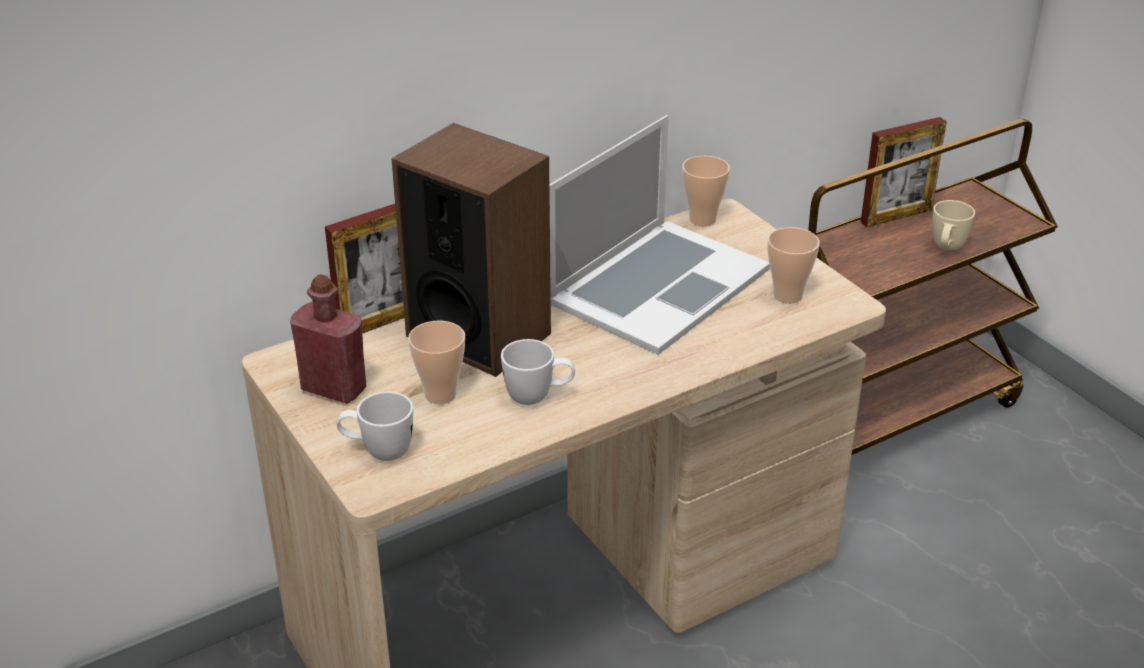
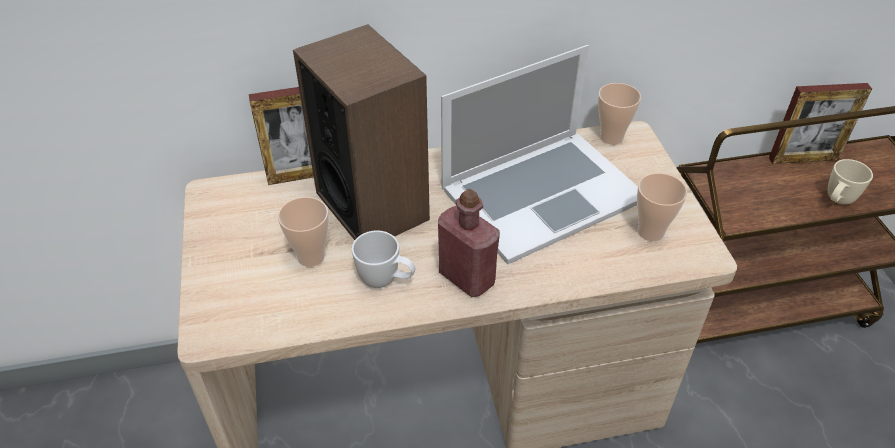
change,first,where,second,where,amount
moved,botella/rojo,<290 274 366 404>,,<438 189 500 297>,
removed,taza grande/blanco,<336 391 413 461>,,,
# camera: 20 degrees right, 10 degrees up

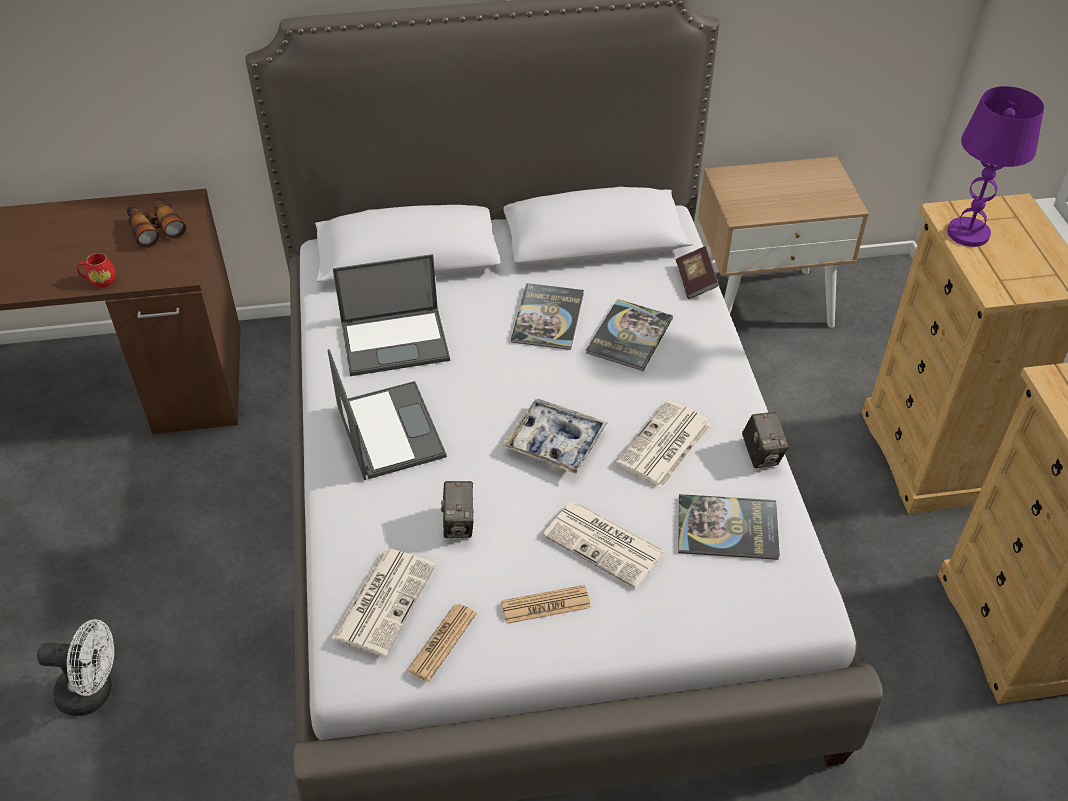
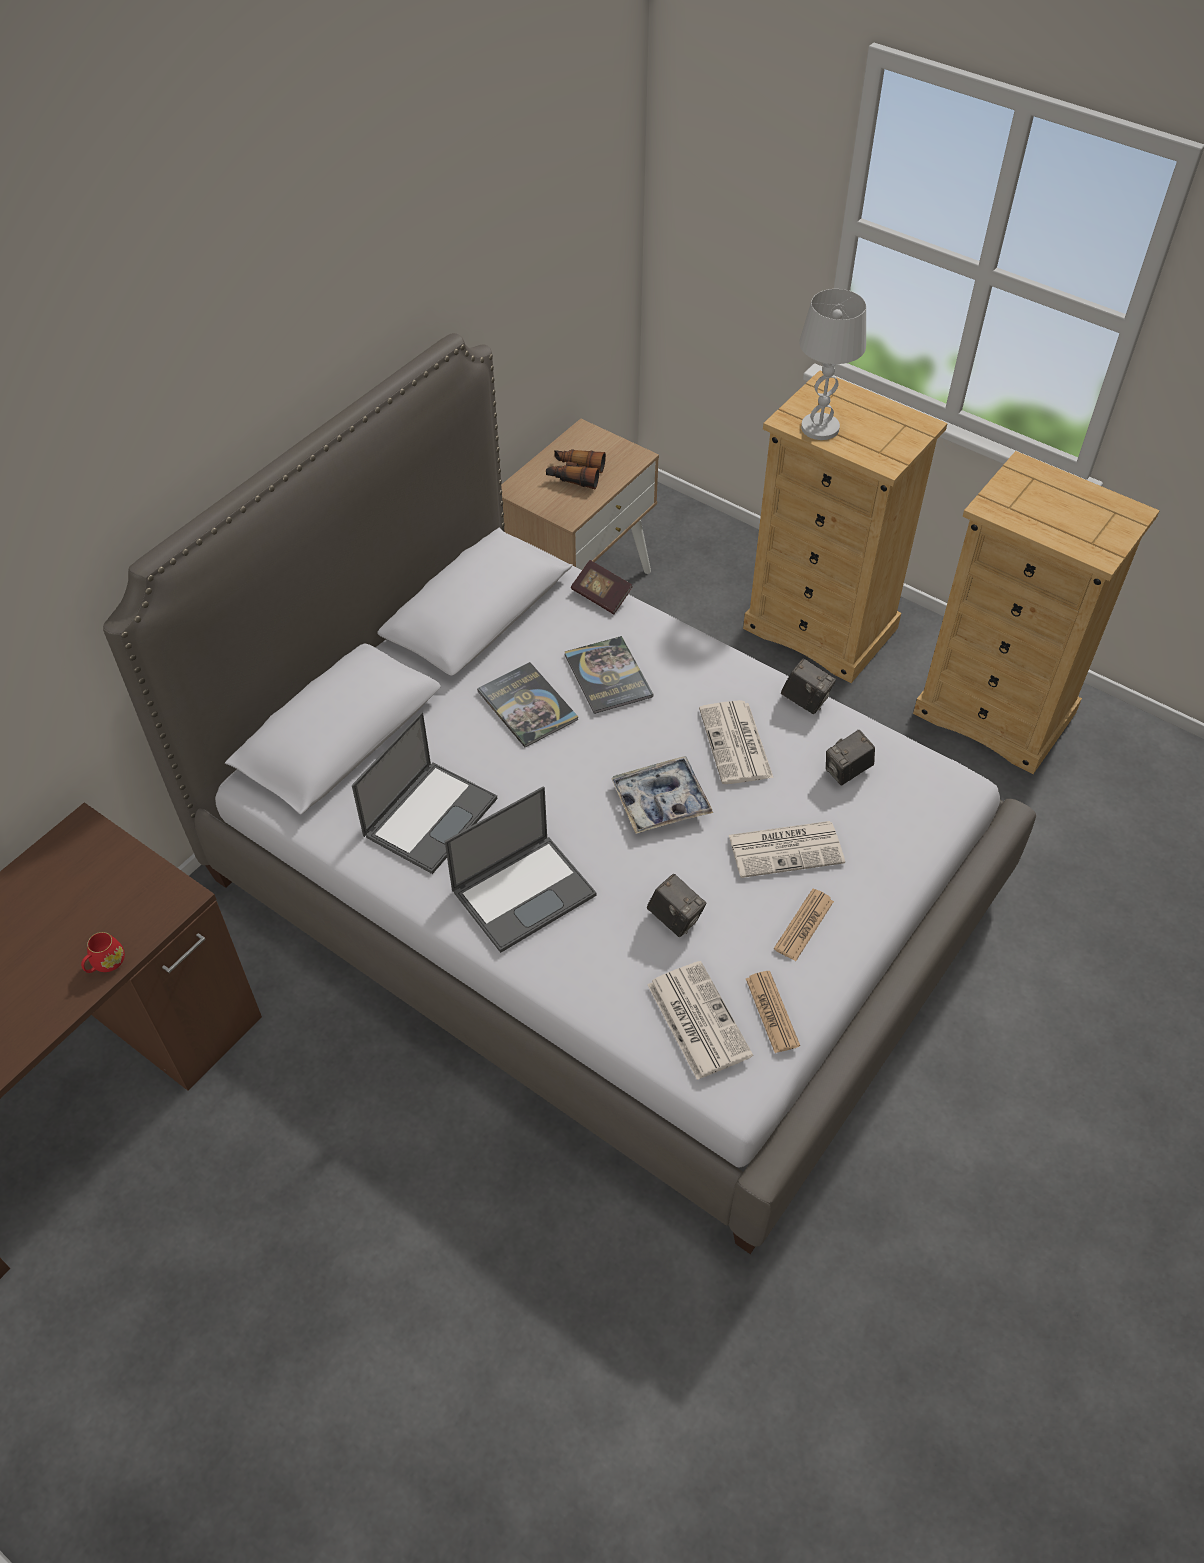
change,first,where,second,where,amount
turned,portátil,<328 349 447 480>,,<445 786 597 953>,120 degrees clockwise
moved,prismáticos,<127 197 186 248>,,<546 449 606 489>,
recoloured,lámpara de mesa/morado,<947 86 1044 247>,lámpara de mesa/blanco,<799 289 866 440>,
replaced,libro,<678 494 780 560>,cámara,<826 730 875 785>,
removed,ventilador/blanco,<37 619 114 716>,,,
# camera: 45 degrees left, 5 degrees up

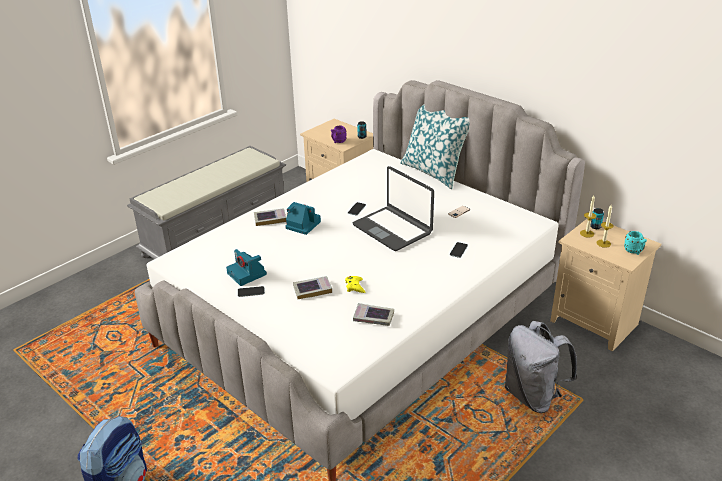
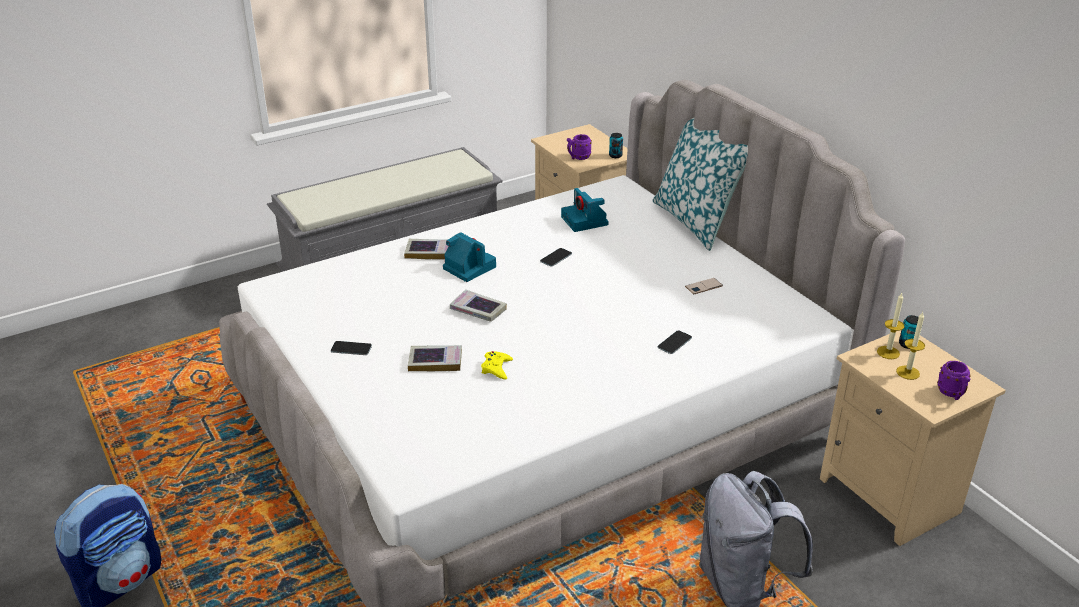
change,first,where,second,where,amount
moved,libro,<353 303 394 326>,,<450 289 507 322>,
moved,cámara,<226 249 267 286>,,<561 188 609 232>,
recoloured,taza grande/turquesa,<624 231 647 255>,taza grande/morado,<937 361 971 400>,
removed,portátil,<353 166 434 251>,,,
# camera: 15 degrees right, 0 degrees up

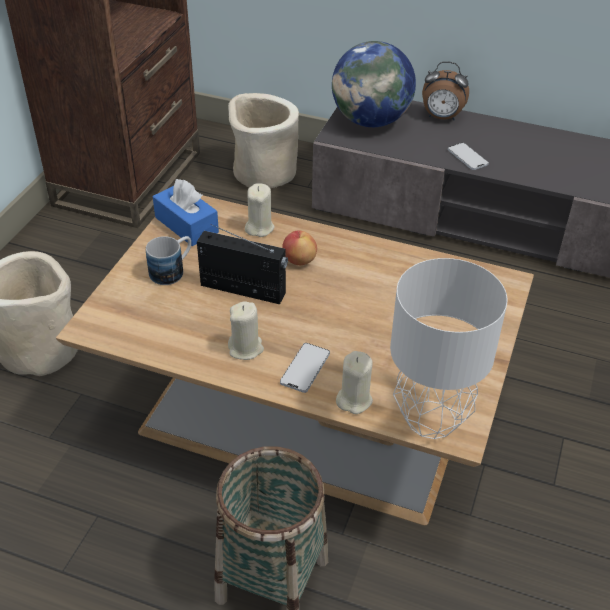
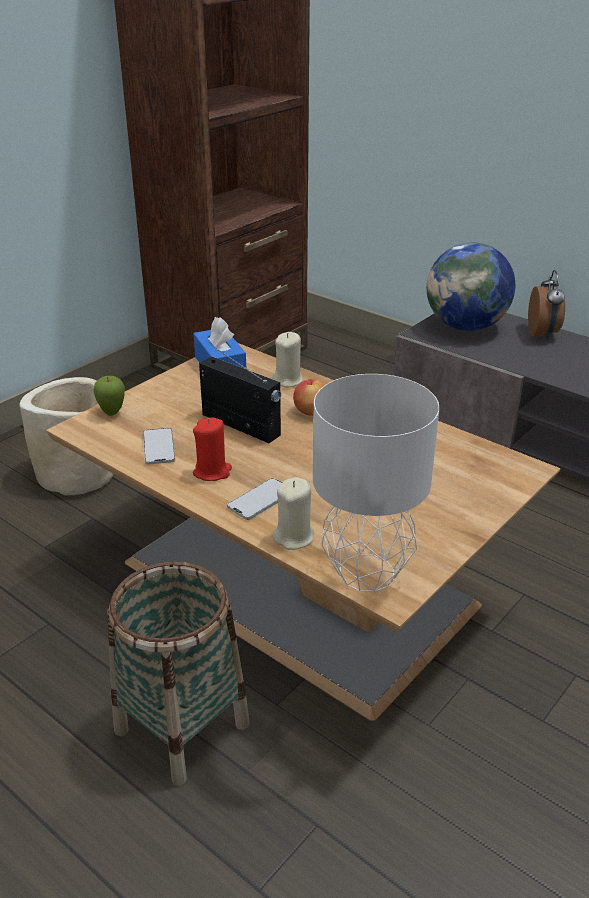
change,first,where,second,where,amount
added,,,manzana,<93 376 125 416>,
moved,móvil,<448 143 489 170>,,<143 428 175 465>,
recoloured,vela/beis,<228 301 264 360>,vela/rojo,<193 418 232 481>,
turned,despertador,<422 61 469 120>,,<528 270 565 340>,120 degrees counterclockwise
removed,taza grande,<146 236 191 285>,,,
removed,maceta/beis,<228 93 299 188>,,,
# camera: 20 degrees right, 10 degrees down

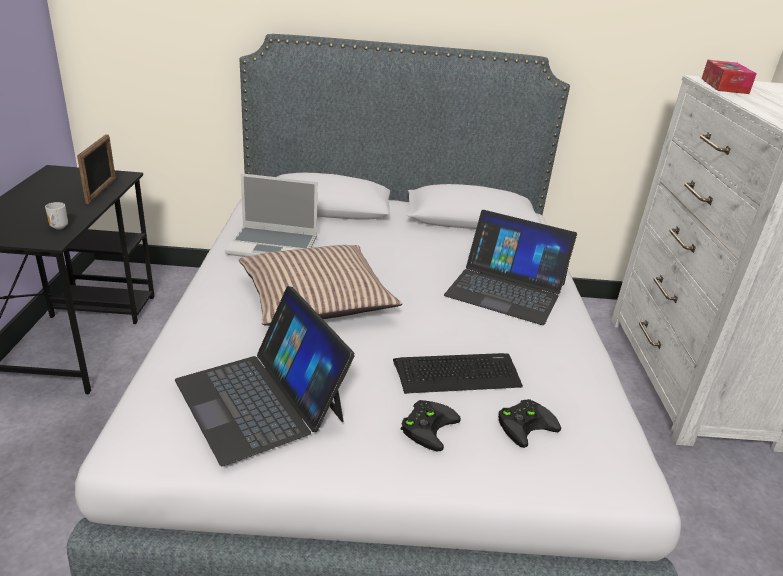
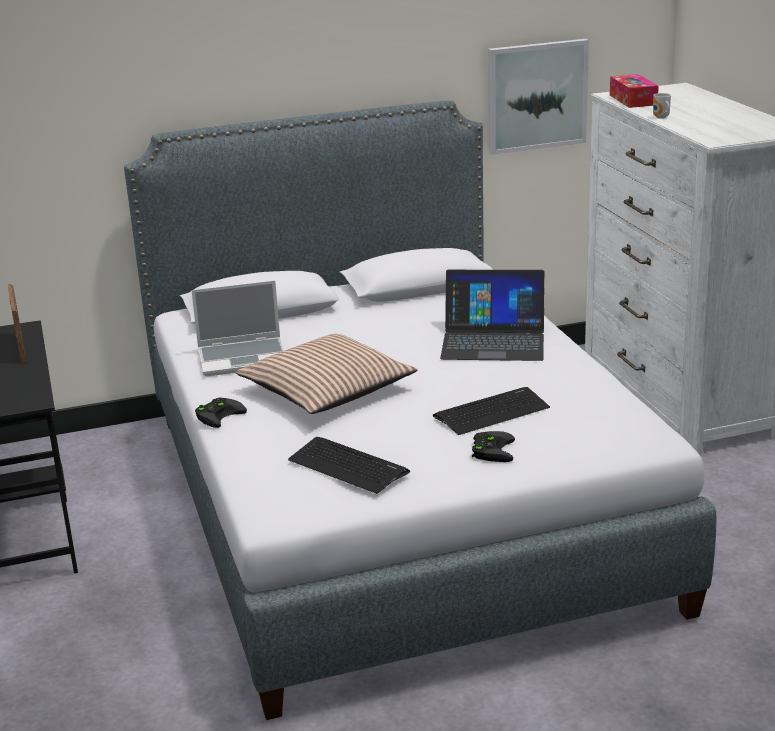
change,first,where,second,where,amount
moved,mando de consola/negro,<498 399 561 448>,,<195 397 247 428>,
replaced,portátil,<175 286 355 466>,teclado,<288 437 410 494>,
added,,,cuadro,<488 39 589 155>,
moved,taza grande,<45 202 68 229>,,<653 93 671 119>,
# camera: 15 degrees left, 5 degrees down

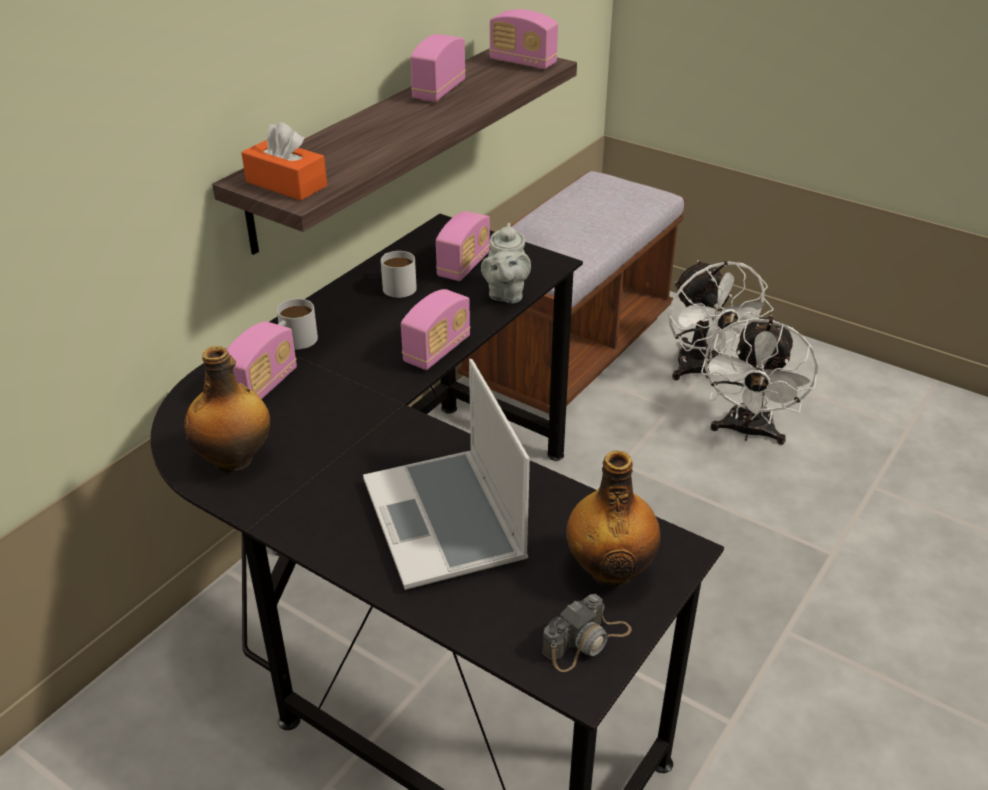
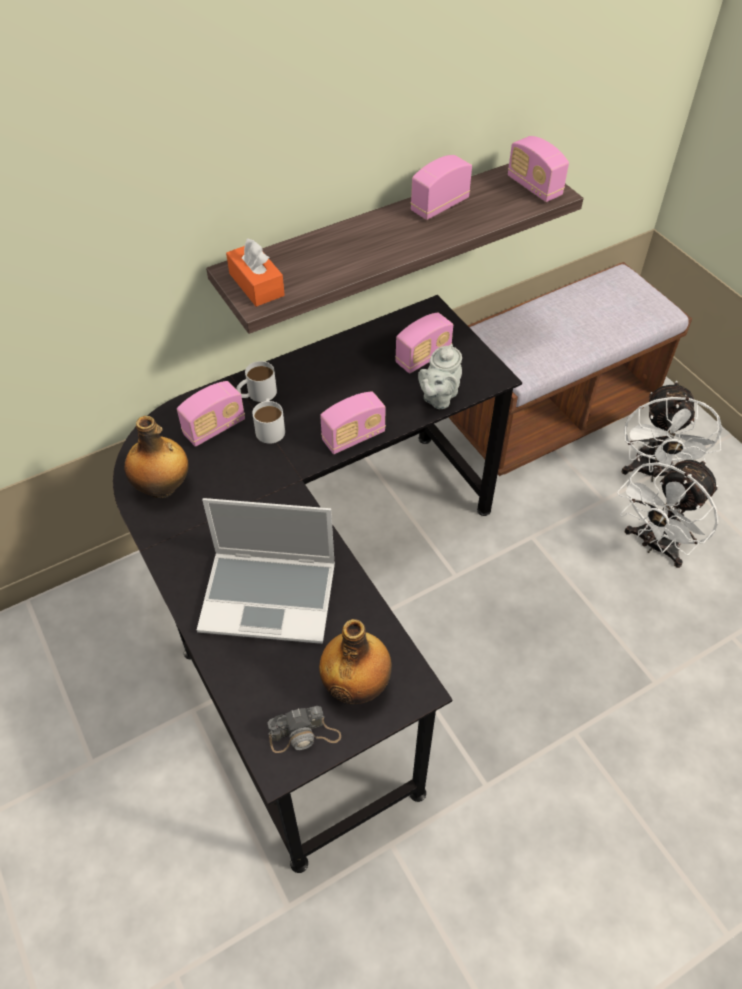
change,first,where,second,where,amount
turned,portátil,<363 359 530 590>,,<197 498 335 644>,90 degrees counterclockwise
moved,taza grande/blanco,<381 251 417 298>,,<252 398 285 444>,
# camera: 25 degrees right, 15 degrees up

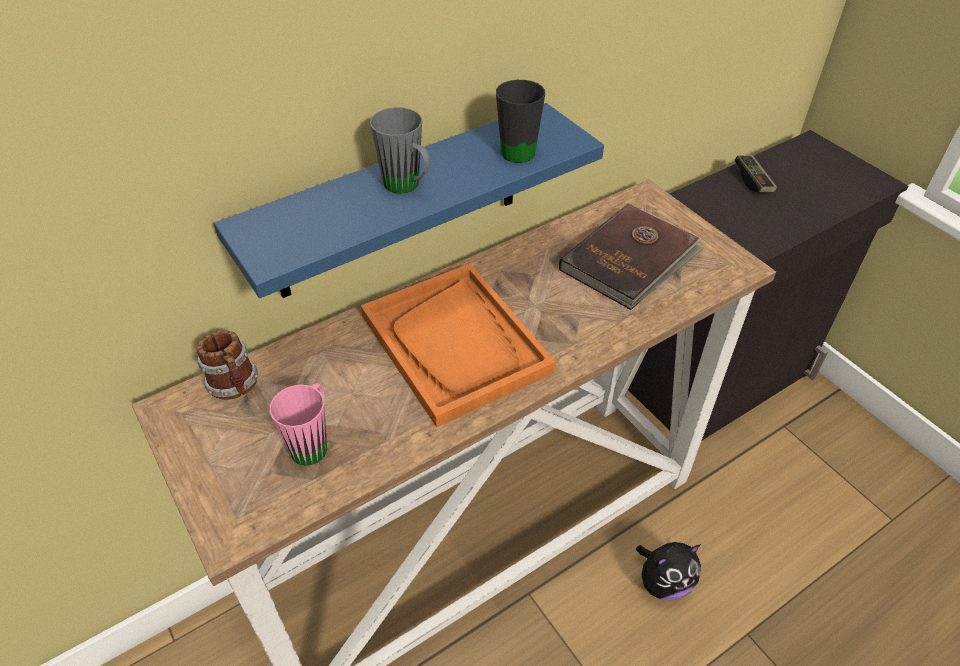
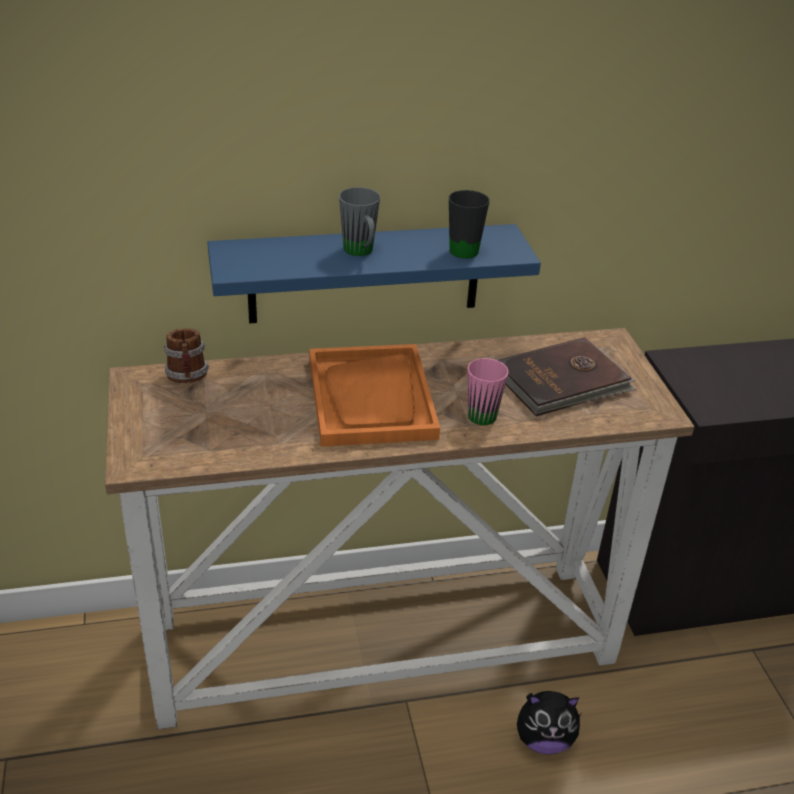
change,first,where,second,where,amount
moved,taza grande/rosa,<270 383 327 466>,,<468 358 509 425>,
removed,mando de consola,<734 155 777 192>,,,
# camera: 20 degrees right, 10 degrees down

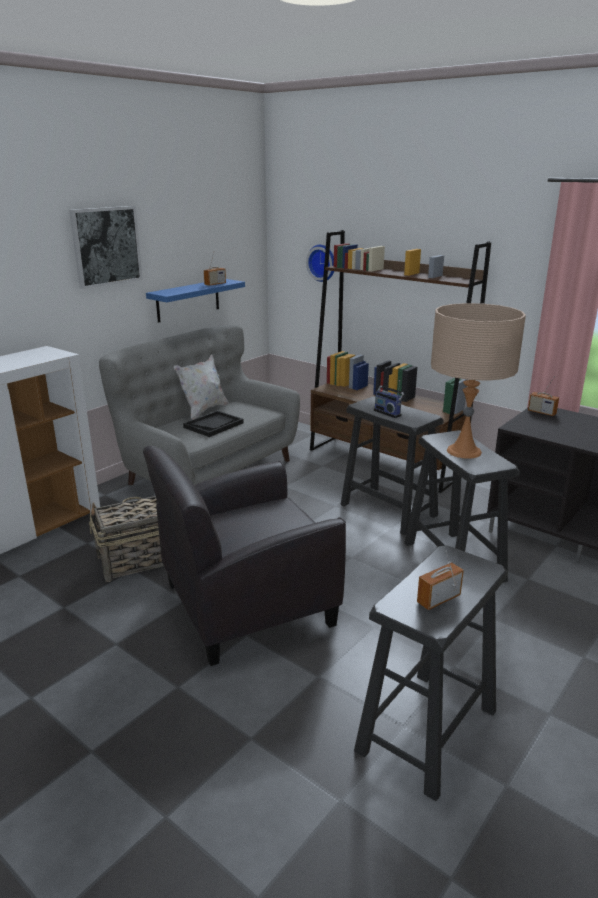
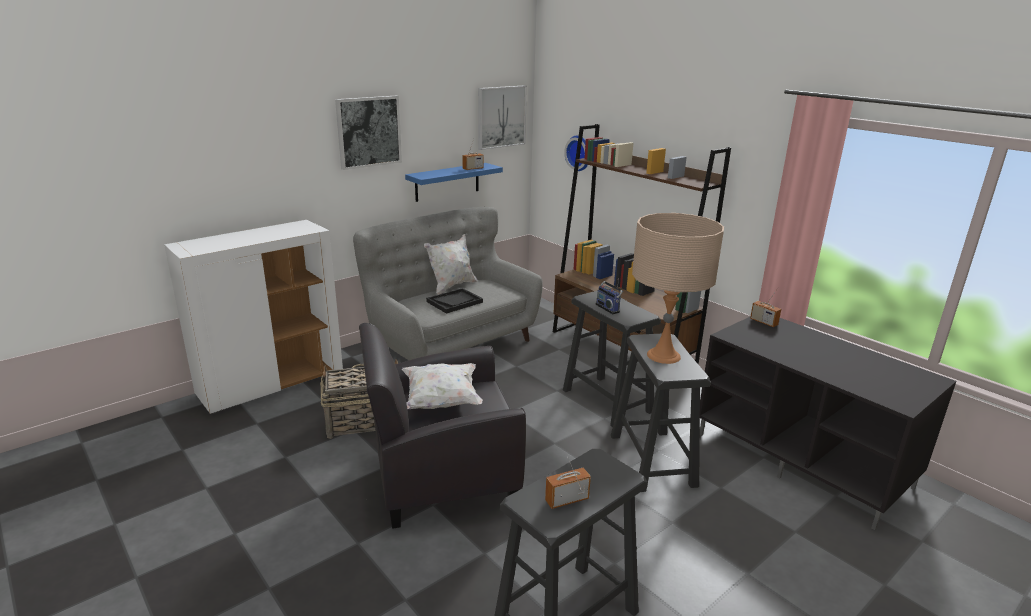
change,first,where,second,where,amount
added,,,cojín/blanco,<402 363 483 409>,
added,,,cuadro,<478 86 527 150>,
# camera: 10 degrees right, 0 degrees up

